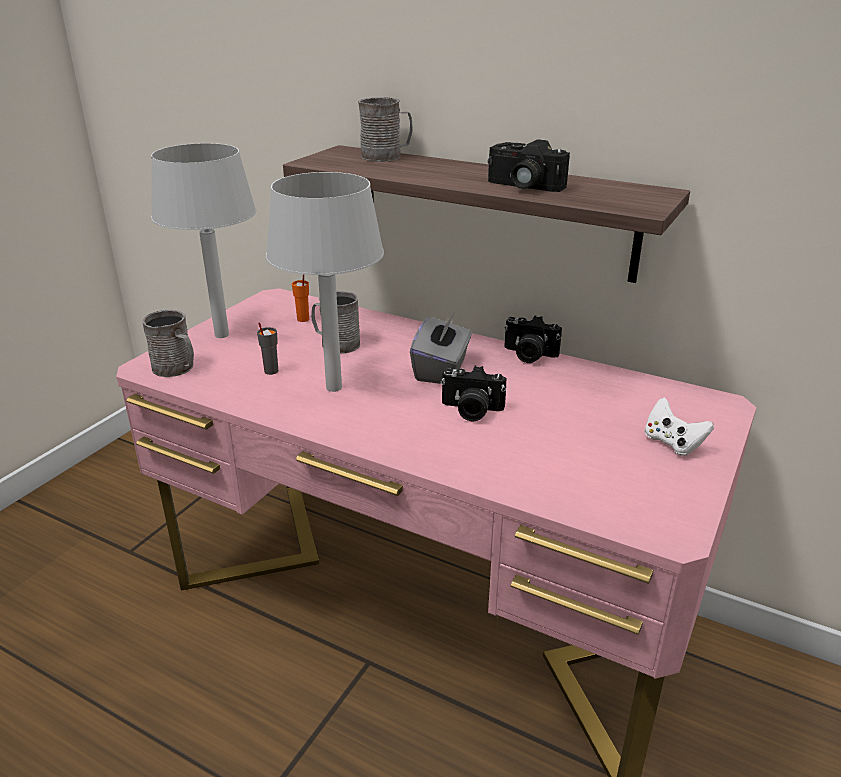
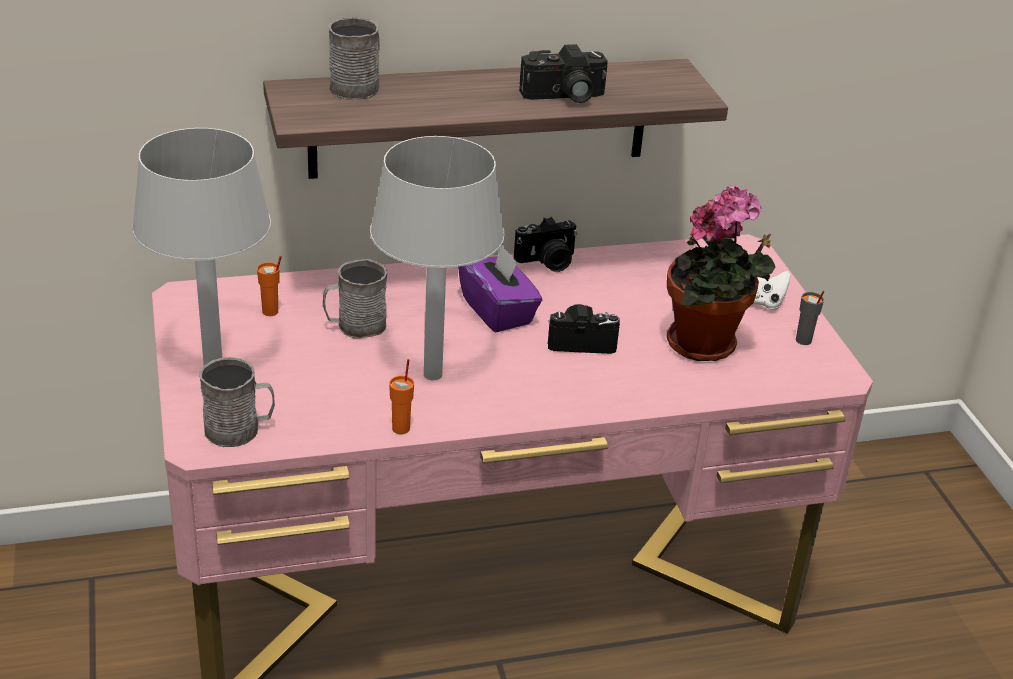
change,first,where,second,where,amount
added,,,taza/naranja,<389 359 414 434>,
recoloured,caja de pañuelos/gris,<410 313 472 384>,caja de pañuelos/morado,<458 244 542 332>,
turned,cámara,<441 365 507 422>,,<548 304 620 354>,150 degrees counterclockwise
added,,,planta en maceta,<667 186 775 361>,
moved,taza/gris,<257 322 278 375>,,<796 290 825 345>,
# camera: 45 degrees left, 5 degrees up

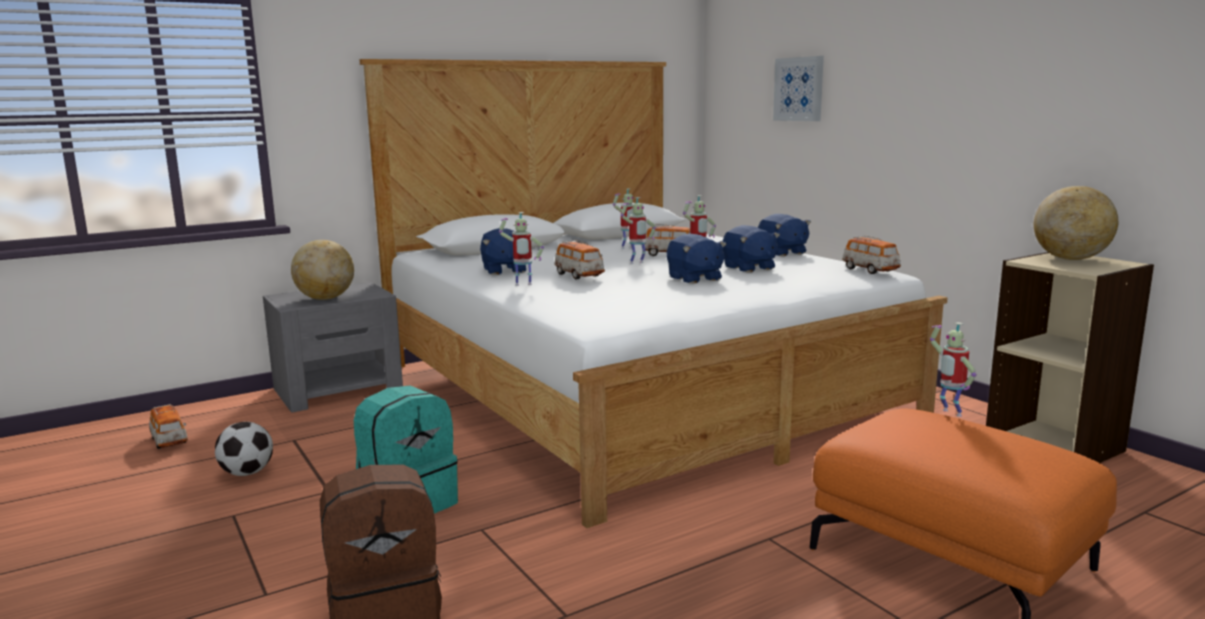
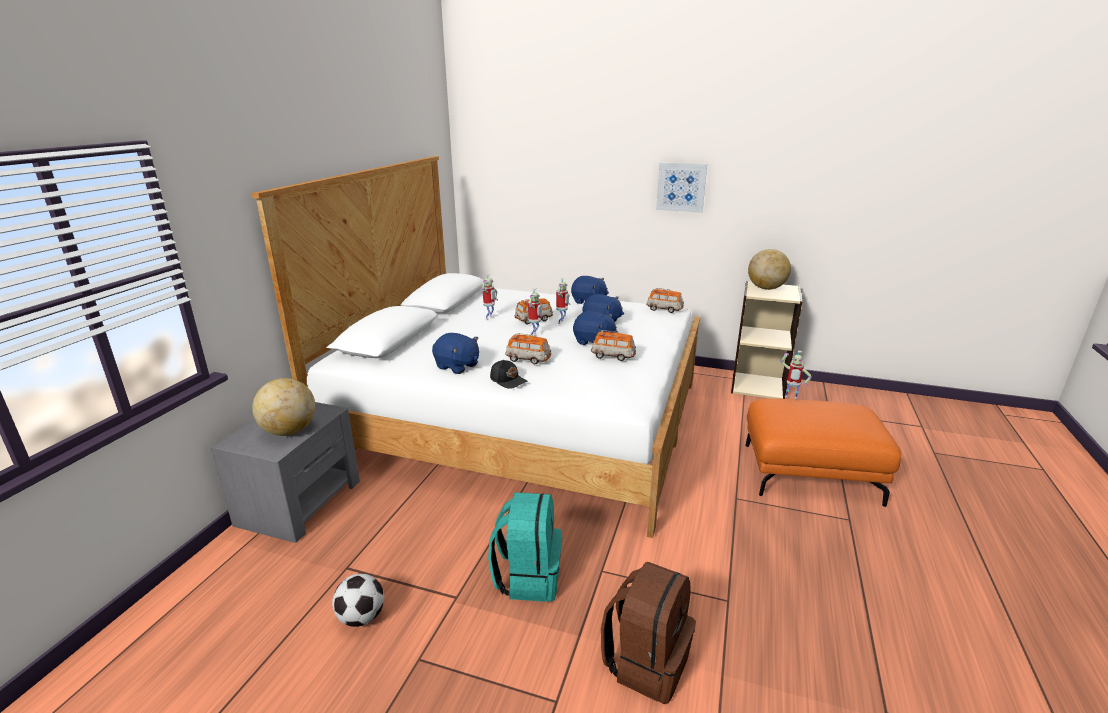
change,first,where,second,where,amount
replaced,robot de juguete,<499 212 544 286>,gorra/negro,<490 360 528 389>,
moved,coche de juguete,<149 404 187 449>,,<591 330 636 361>,
moved,cuadro,<773 56 824 121>,,<656 163 707 213>,
# camera: 40 degrees left, 10 degrees up

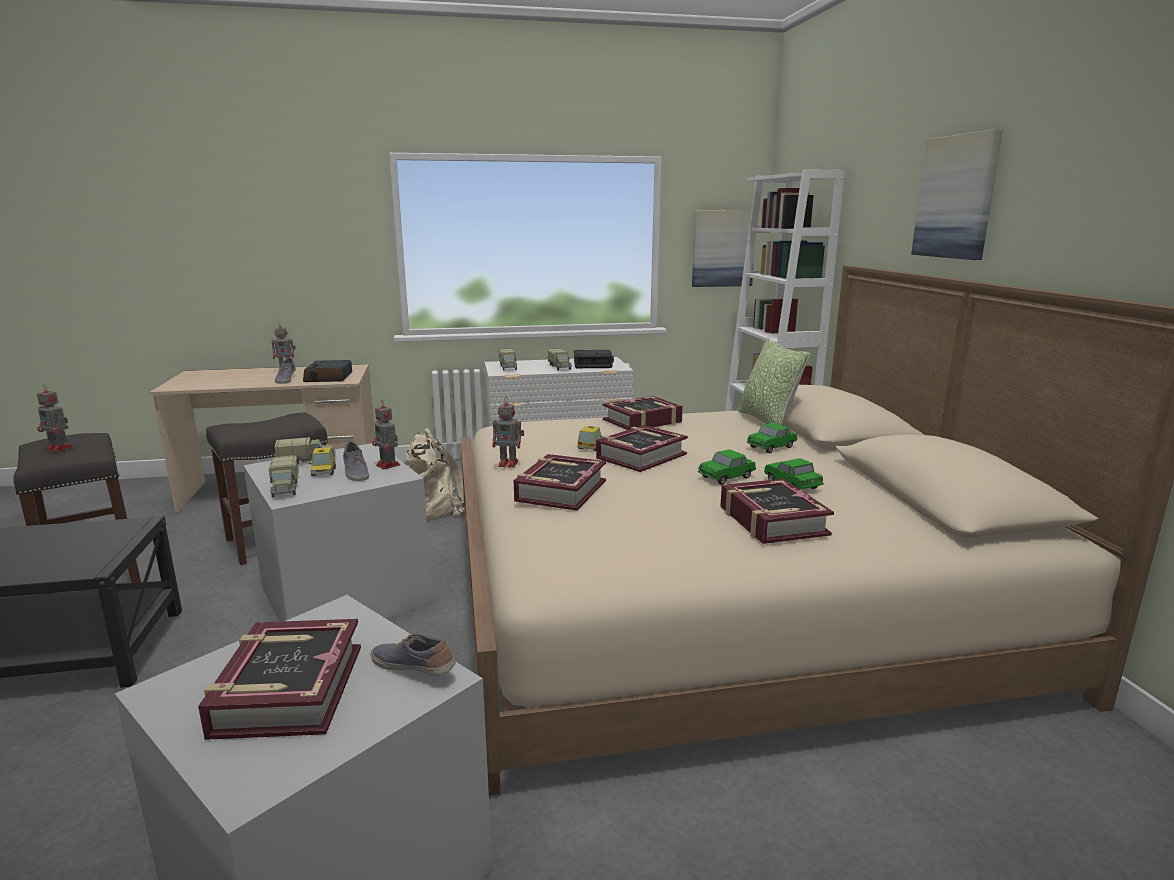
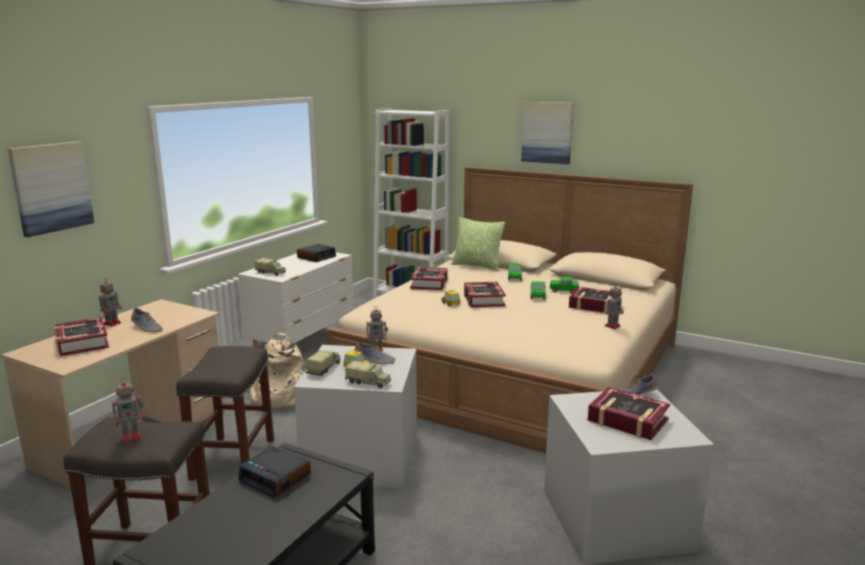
change,first,where,second,where,amount
moved,cuadro,<692 210 755 287>,,<8 141 94 237>,
moved,libro,<514 454 606 511>,,<54 317 109 356>,
moved,despertador,<303 360 352 382>,,<238 446 311 498>,
moved,robot de juguete,<492 398 524 468>,,<605 283 624 329>,
removed,camión de juguete,<548 348 572 371>,,,
# camera: 50 degrees left, 0 degrees up

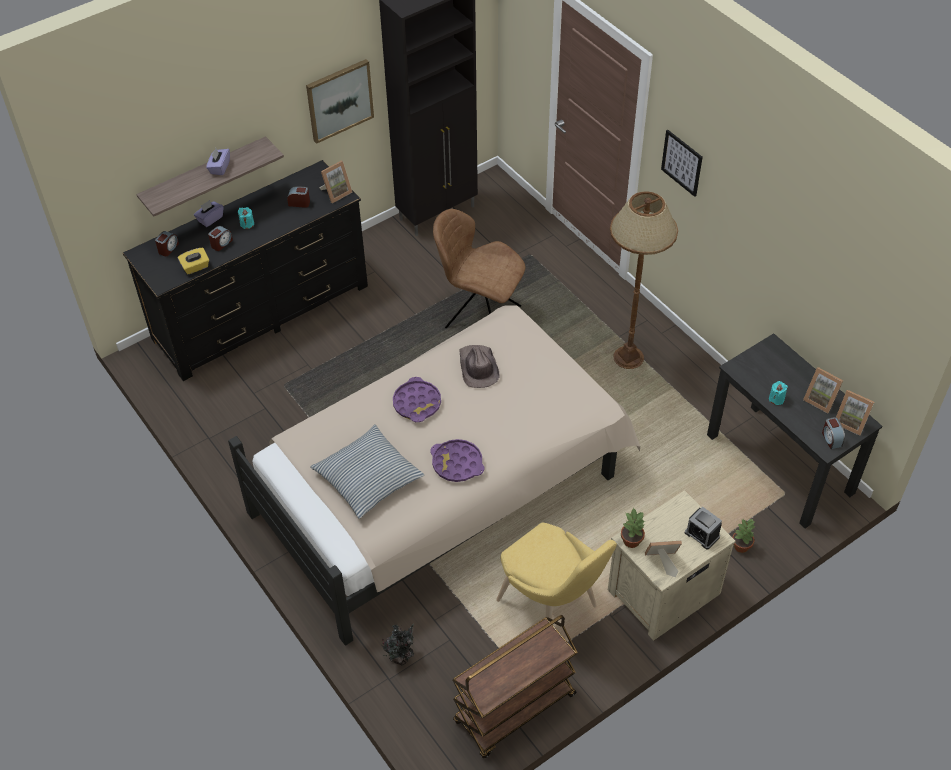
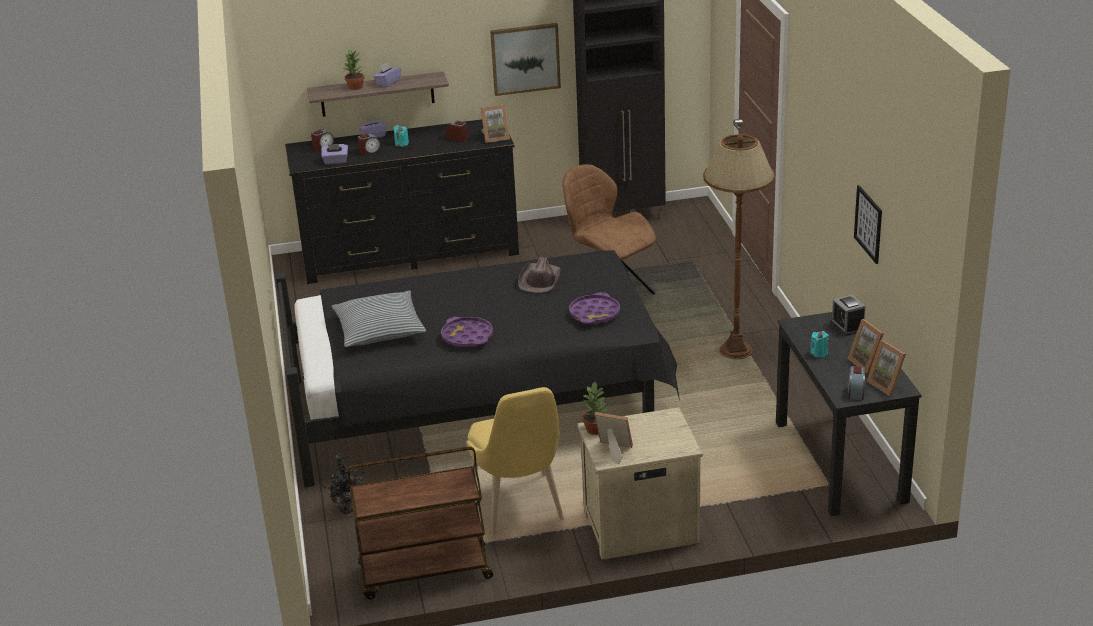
change,first,where,second,where,amount
recoloured,cama/beis,<228 305 640 646>,cama/negro,<275 250 680 488>,
recoloured,caja de pañuelos/amarillo,<178 248 209 274>,caja de pañuelos/morado,<321 144 348 164>,
moved,planta en maceta,<732 518 756 553>,,<345 50 364 90>,
moved,bandeja/morado,<393 377 441 422>,,<569 292 620 324>,
moved,despertador,<685 506 722 550>,,<831 295 865 336>,
moved,cuadro,<661 130 703 197>,,<854 185 882 264>,
# camera: 25 degrees right, 20 degrees down

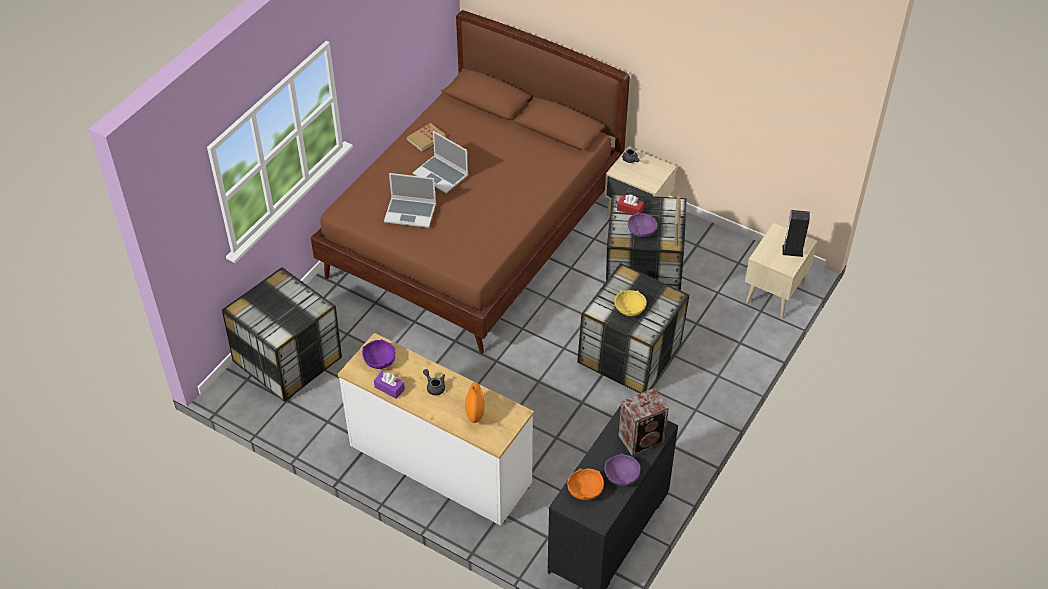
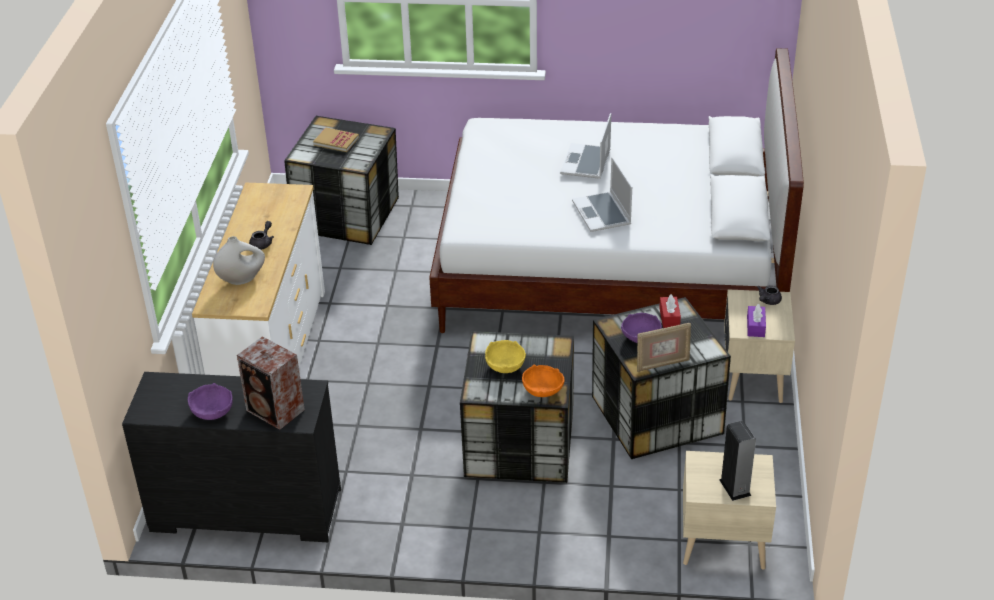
change,first,where,second,where,amount
recoloured,florero/naranja,<465 382 485 423>,florero/blanco,<213 236 265 285>,
moved,libro,<407 123 446 152>,,<313 128 359 152>,
recoloured,cama/marrón,<311 10 630 354>,cama/blanco,<429 48 804 333>,
moved,cuenco/naranja,<567 468 604 500>,,<522 365 564 397>,
moved,portátil,<384 173 436 228>,,<572 157 632 232>,
moved,caja de pañuelos/morado,<374 371 405 399>,,<747 304 766 337>,
removed,cuenco/morado,<362 339 396 369>,,,
# camera: 65 degrees right, 10 degrees down

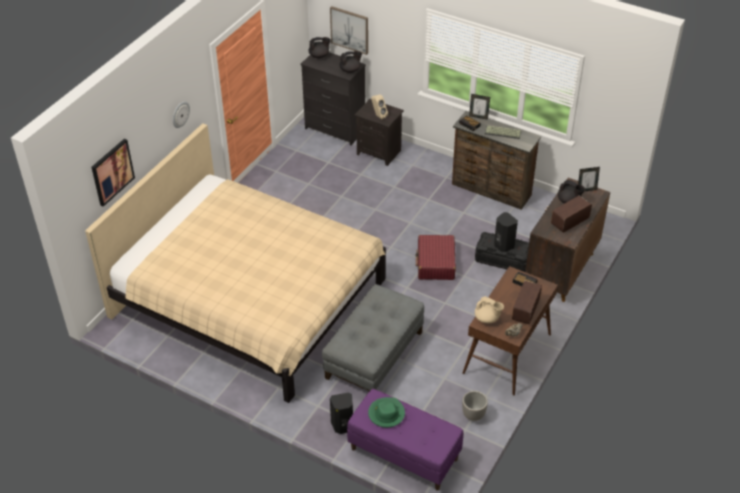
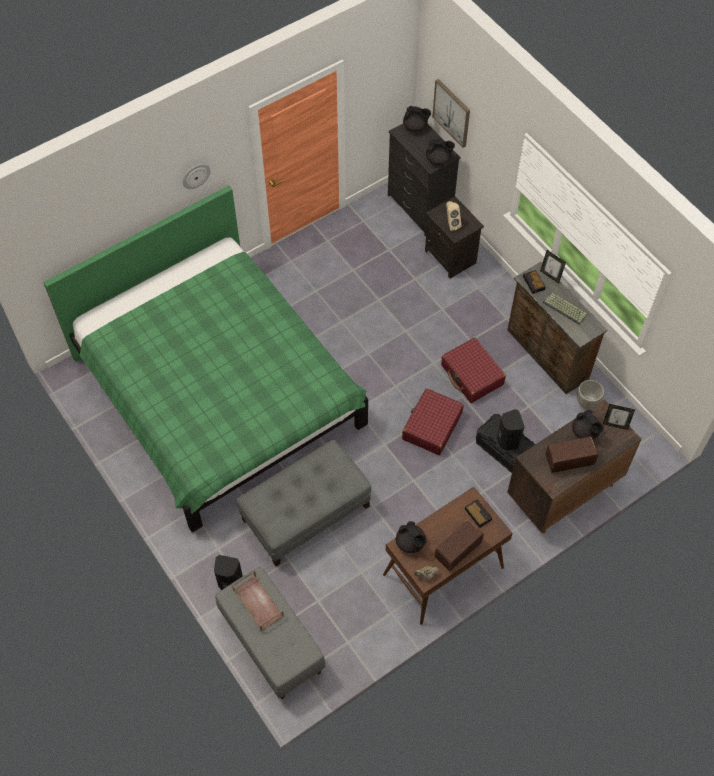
change,first,where,second,where,amount
recoloured,cama/beis,<85 123 386 403>,cama/verde,<44 186 368 532>,
recoloured,banco/morado,<347 389 463 491>,banco/gris,<215 567 325 699>,
replaced,sombrero/verde,<368 397 405 428>,bandeja/marrón,<232 570 284 631>,
recoloured,tetera/beis,<475 296 504 323>,tetera/negro,<396 521 427 553>,
added,,,maleta/rojo,<441 338 506 403>,
moved,maceta,<462 391 488 421>,,<577 380 604 409>,
removed,cuadro,<92 139 135 207>,,,
# camera: 25 degrees right, 15 degrees up

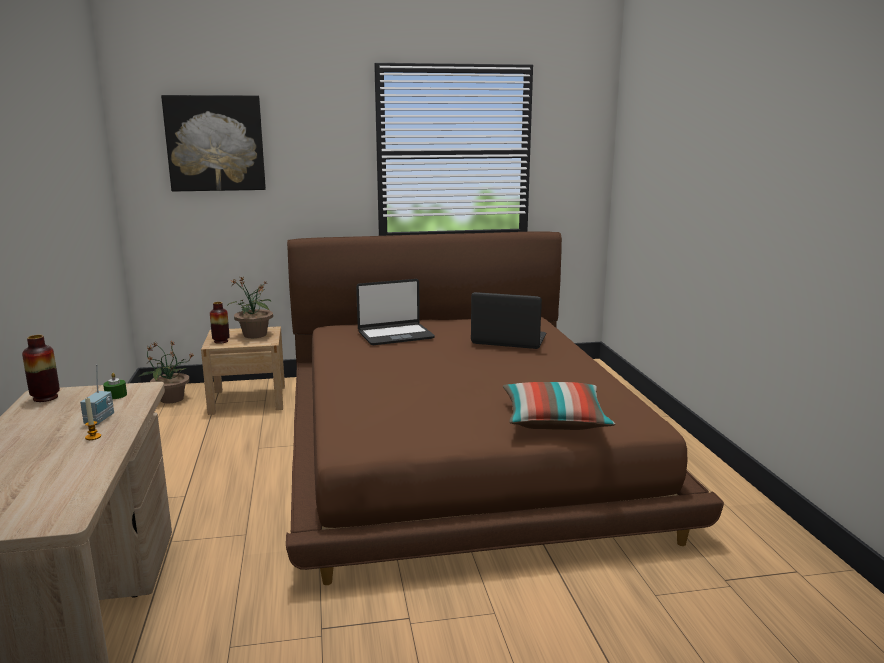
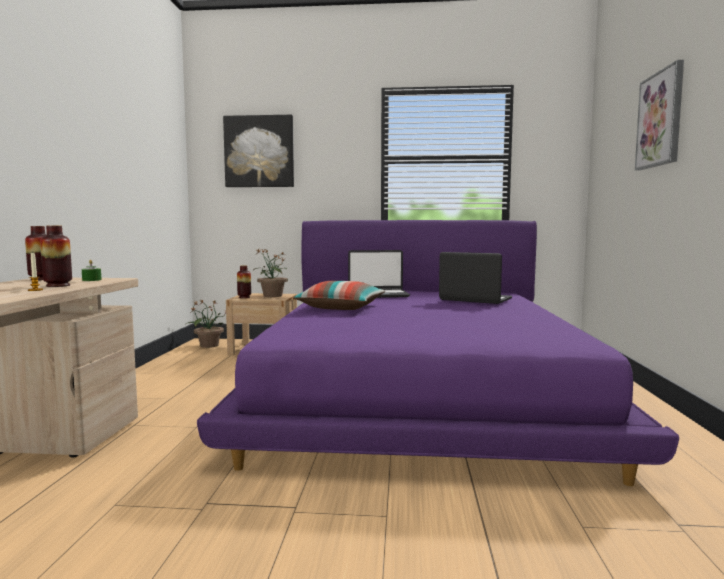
change,first,where,second,where,amount
replaced,radio,<80 365 114 425>,florero,<40 225 72 287>,
recoloured,cama/marrón,<286 231 724 585>,cama/morado,<197 220 679 486>,
moved,cojín,<503 382 615 430>,,<293 281 385 310>,
added,,,cuadro,<635 60 684 171>,
# camera: 15 degrees right, 10 degrees down

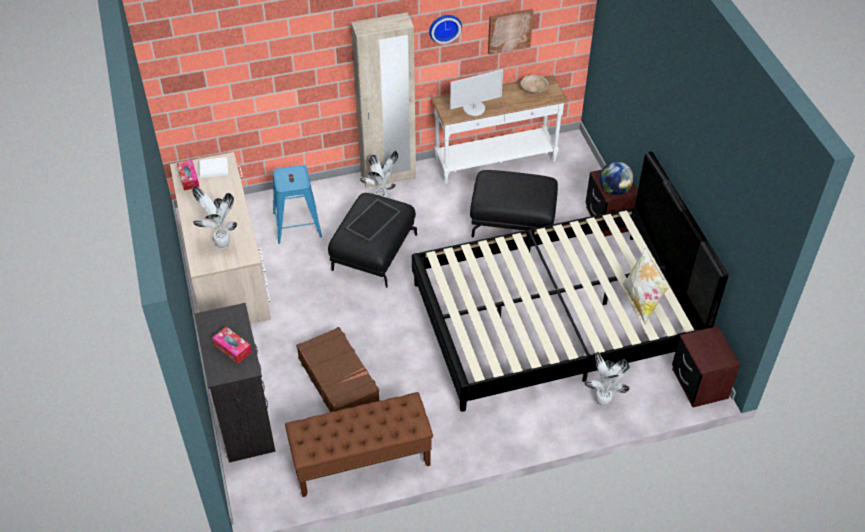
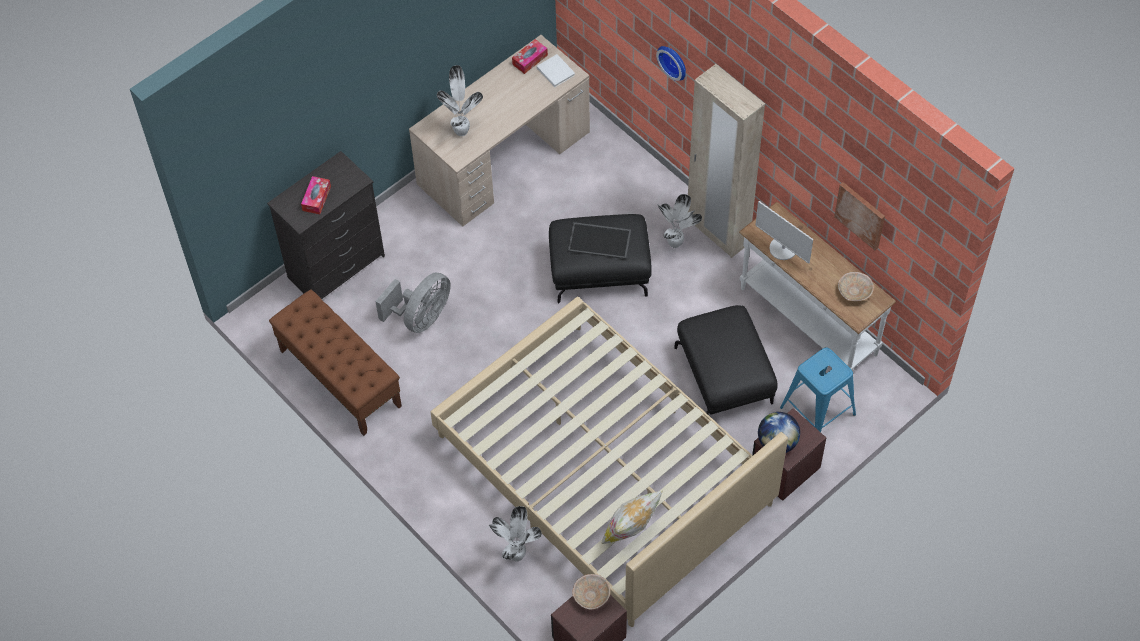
change,first,where,second,where,amount
replaced,maleta/marrón,<296 327 380 412>,ventilador/gris,<375 272 451 333>,
recoloured,cama/negro,<412 151 729 412>,cama/beis,<430 297 788 627>,
added,,,cuenco/beis,<572 574 611 610>,
moved,reloj de pared,<429 15 462 44>,,<656 46 686 81>,
moved,taburete/azul,<273 165 322 244>,,<780 347 856 432>,
# camera: 65 degrees right, 10 degrees up

